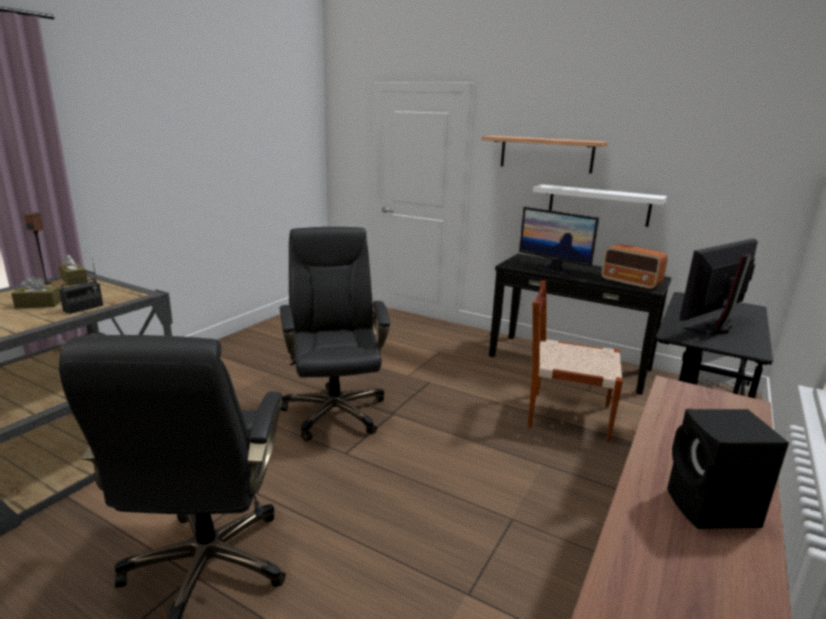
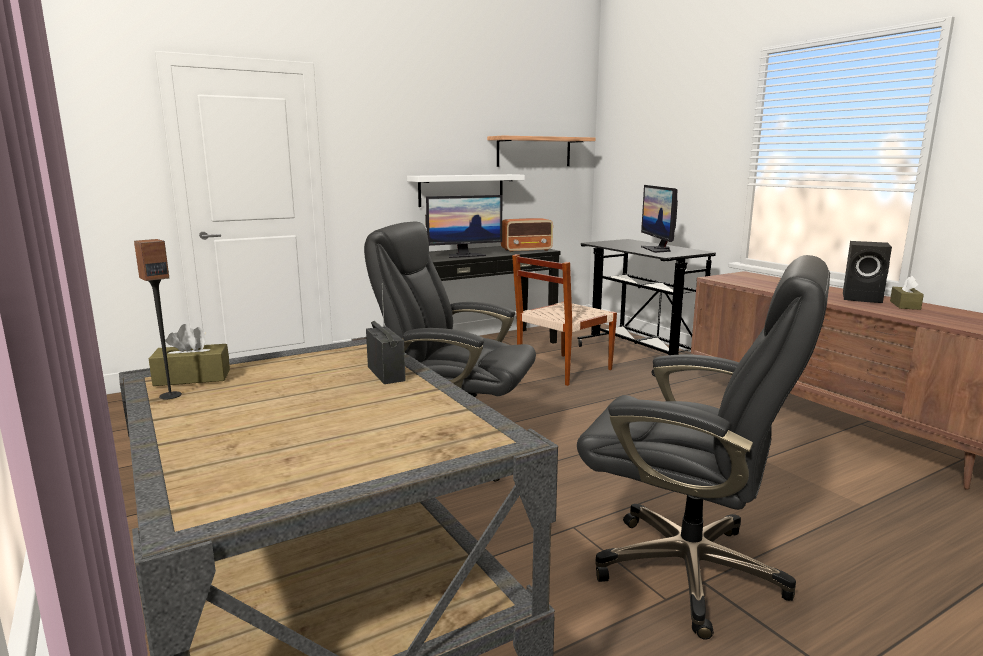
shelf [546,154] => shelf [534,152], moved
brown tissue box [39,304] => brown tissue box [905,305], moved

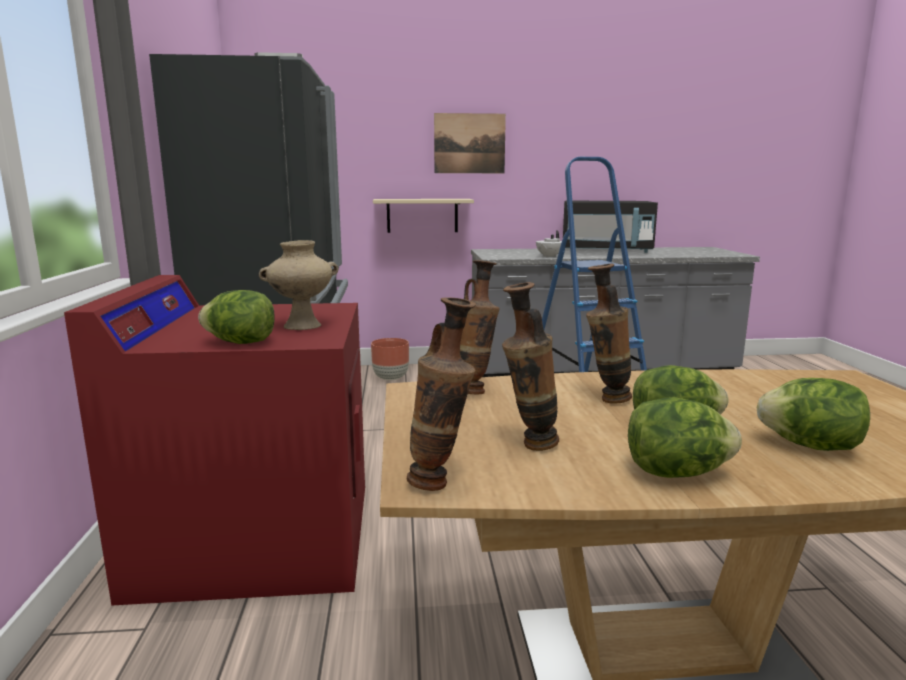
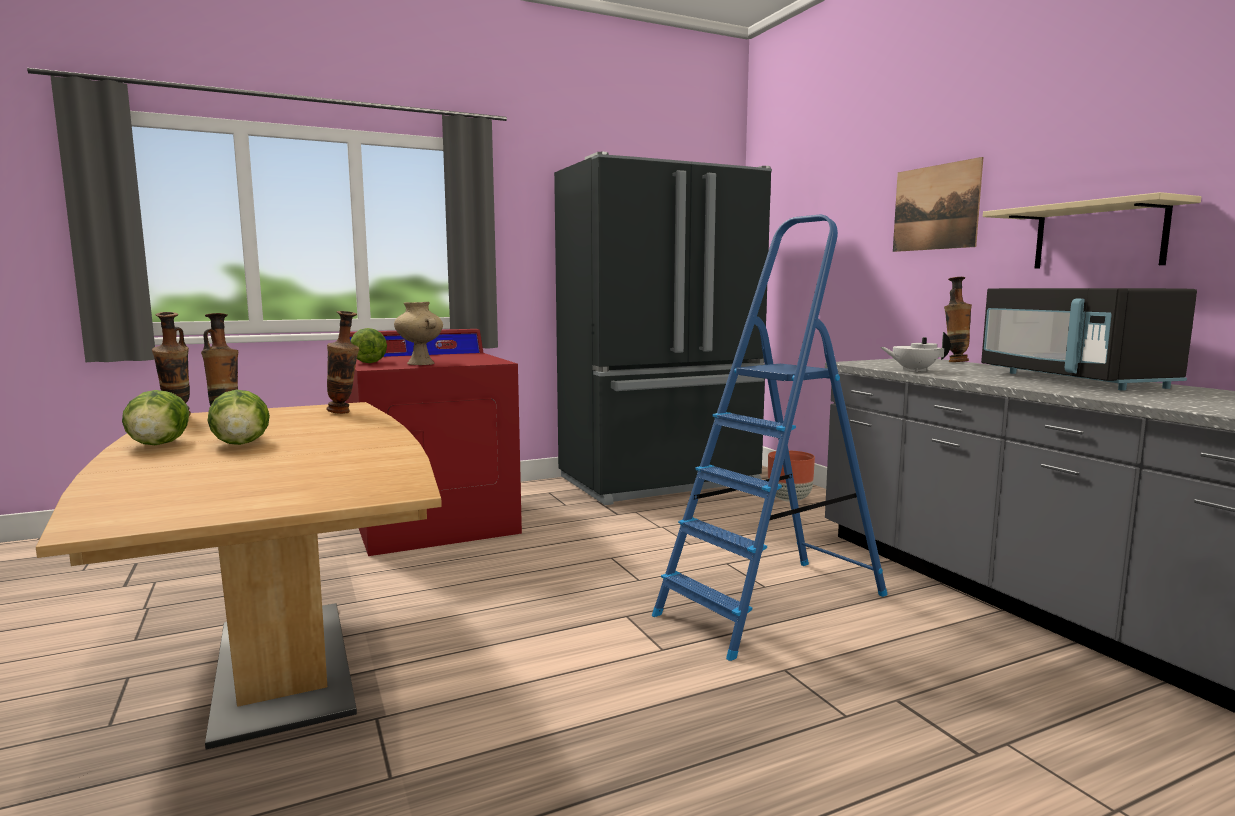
vase [605,399] => vase [954,362], moved
beige shelf [422,215] => beige shelf [1098,236], moved
lettuce [810,446] => nothing

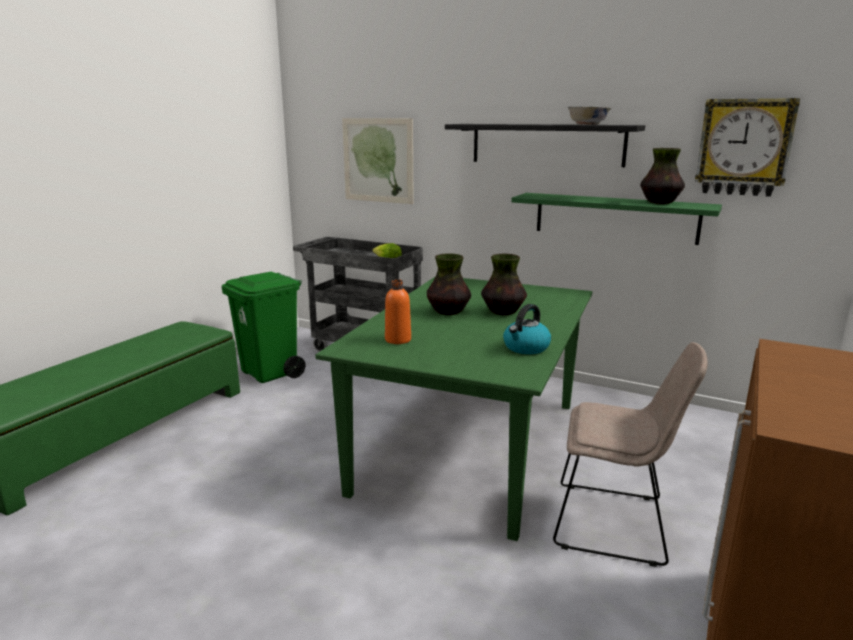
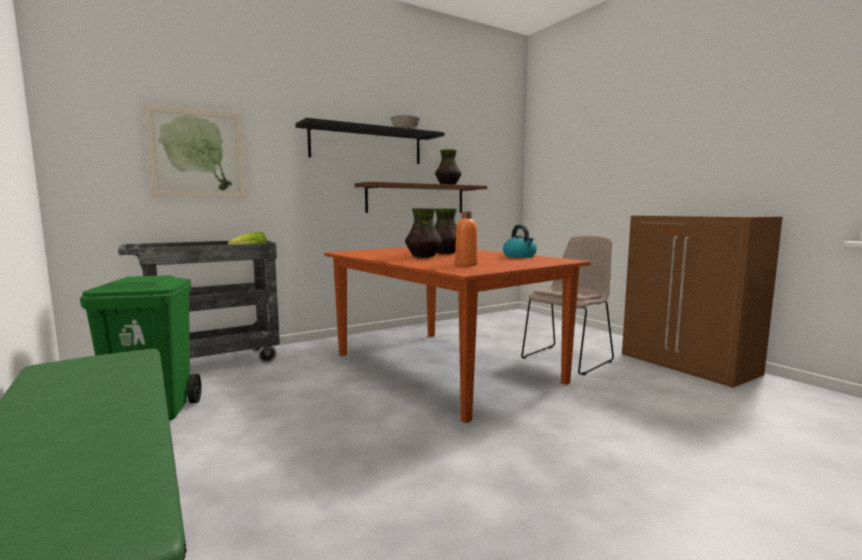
green dining table [471,446] => brown dining table [445,368]
green shelf [615,217] => brown shelf [416,199]
wall clock [744,147] => nothing

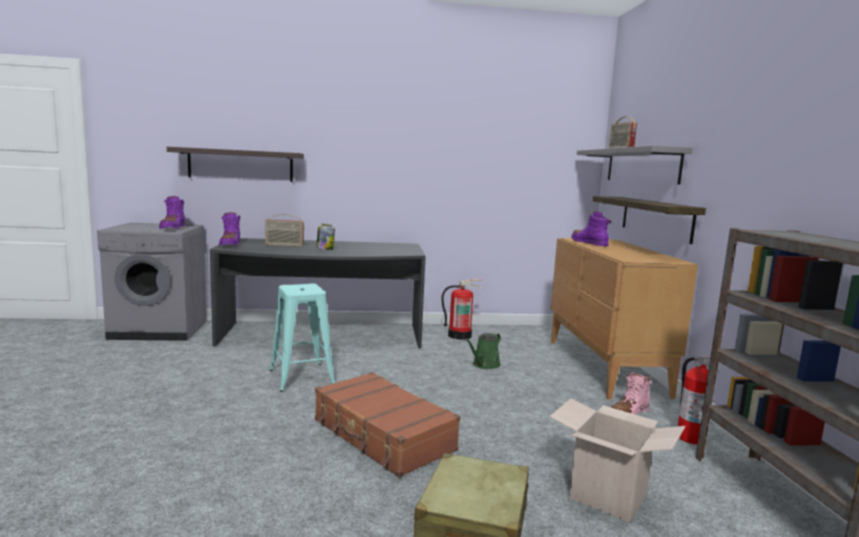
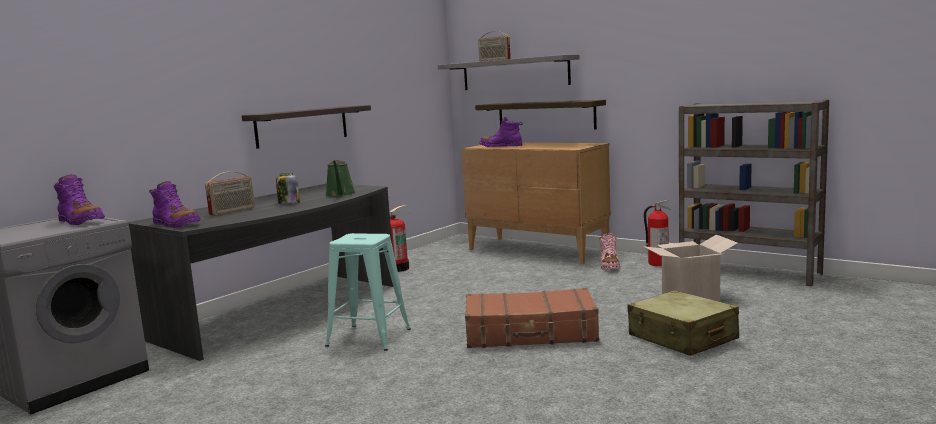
shelf [241,165] => shelf [302,126], moved
green watering can [484,365] => green watering can [340,195], moved

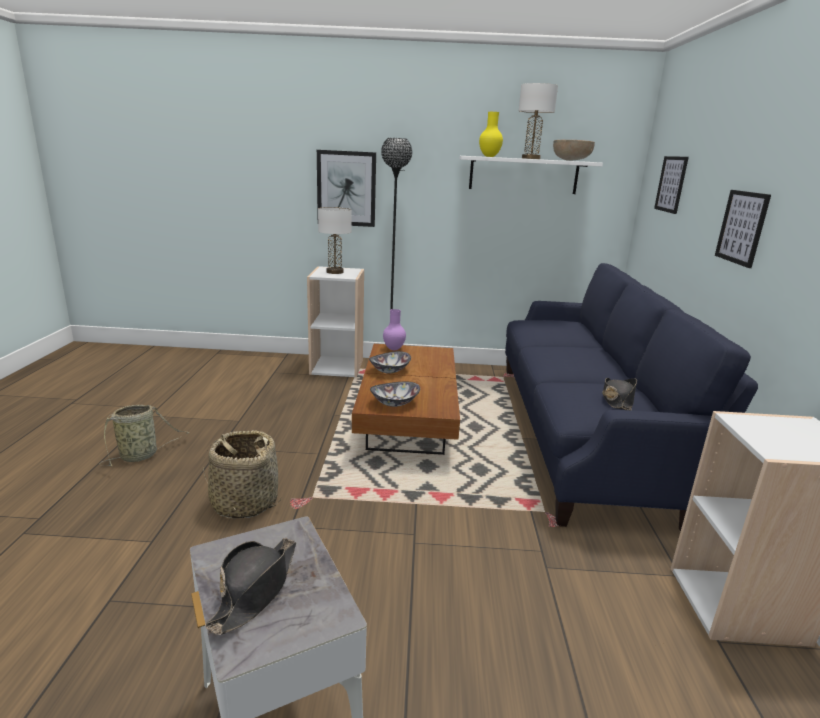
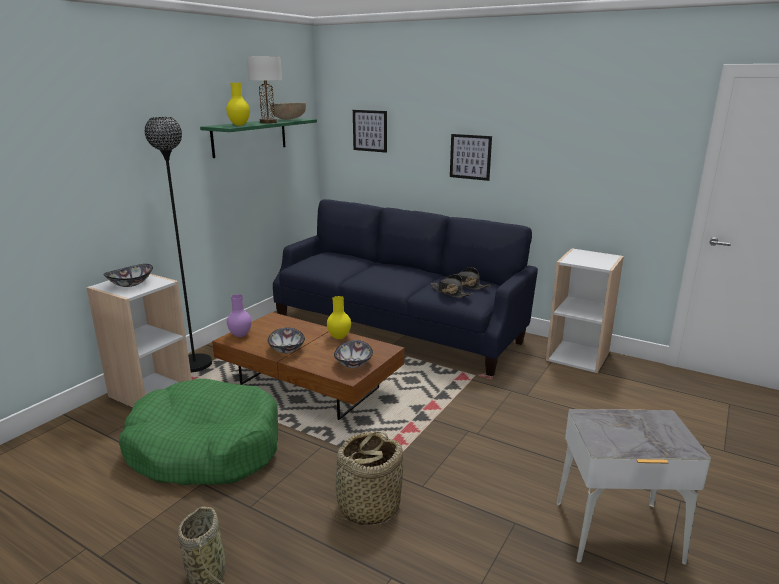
table lamp [335,272] => bowl [130,284]
nothing => green dog bed [205,448]
white shelf [523,175] => green shelf [250,137]
nothing => yellow vase [339,337]
black hat [256,589] => black hat [450,292], moved
picture [346,188] => nothing

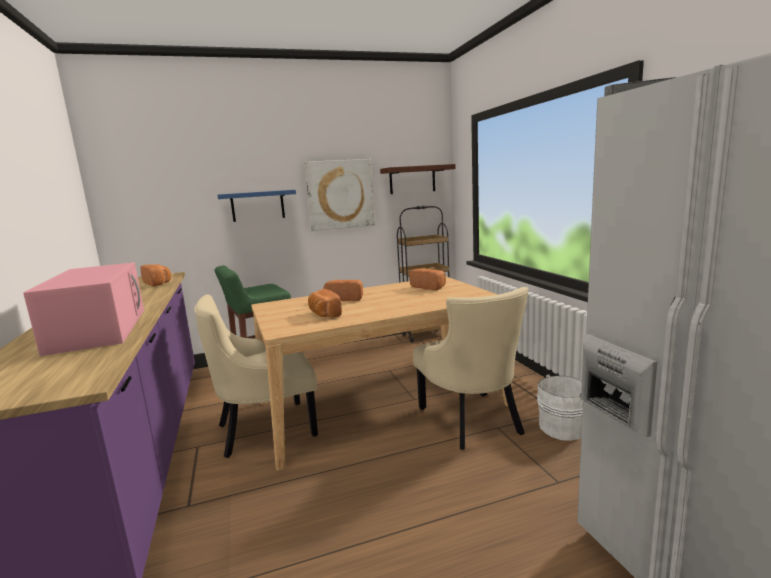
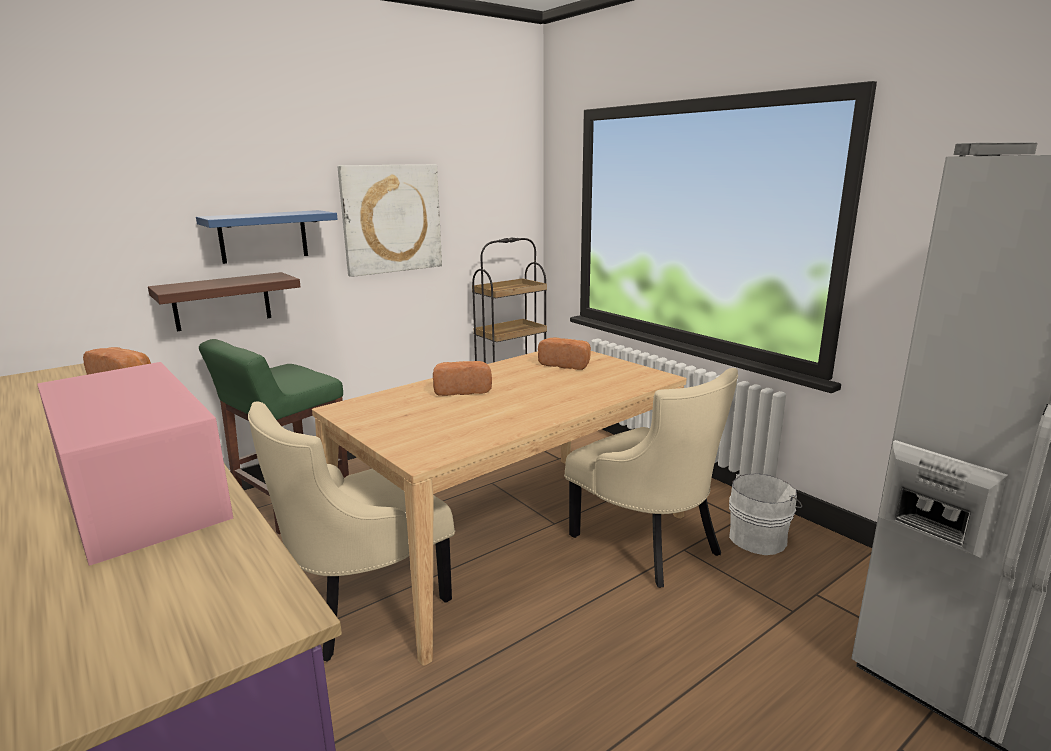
shelf [412,180] => shelf [222,301], moved
bread [323,314] => nothing

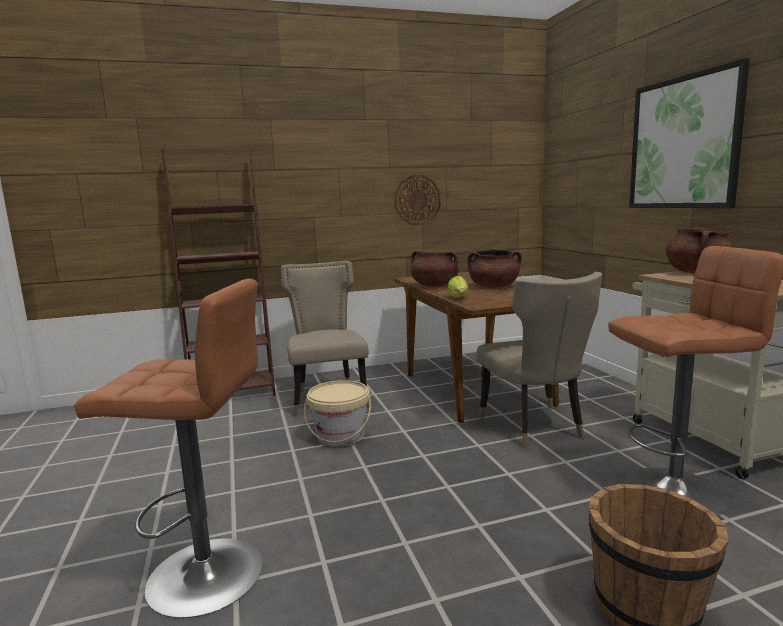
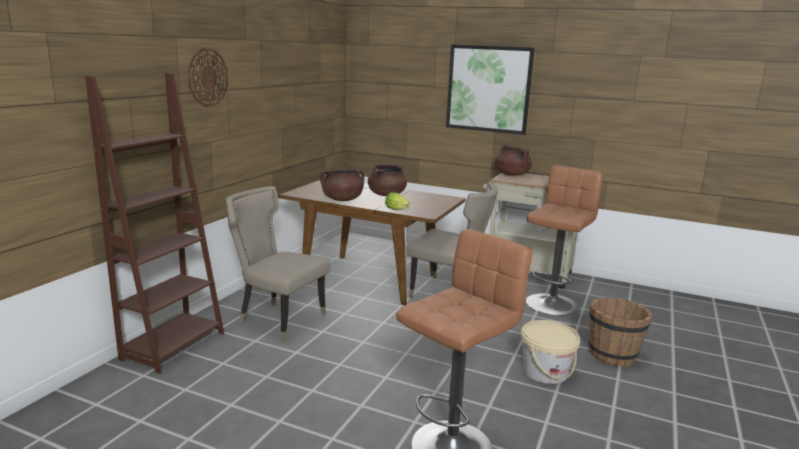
wall clock [417,200] => wall clock [207,77], moved
beige bucket [340,436] => beige bucket [545,372], moved

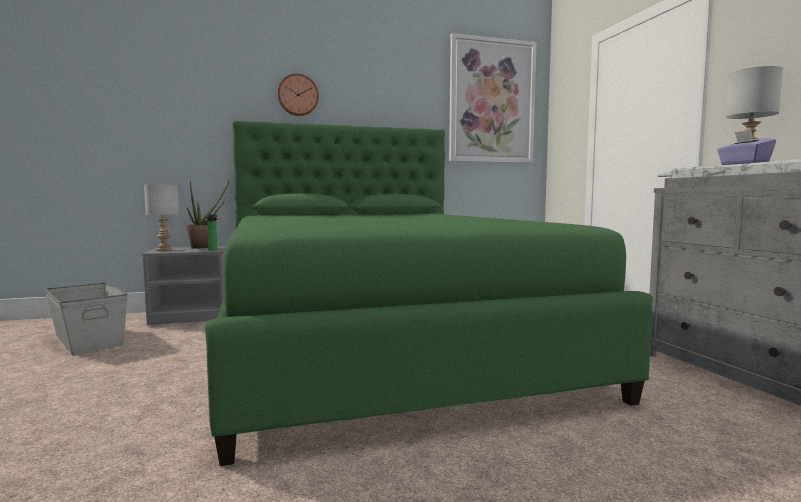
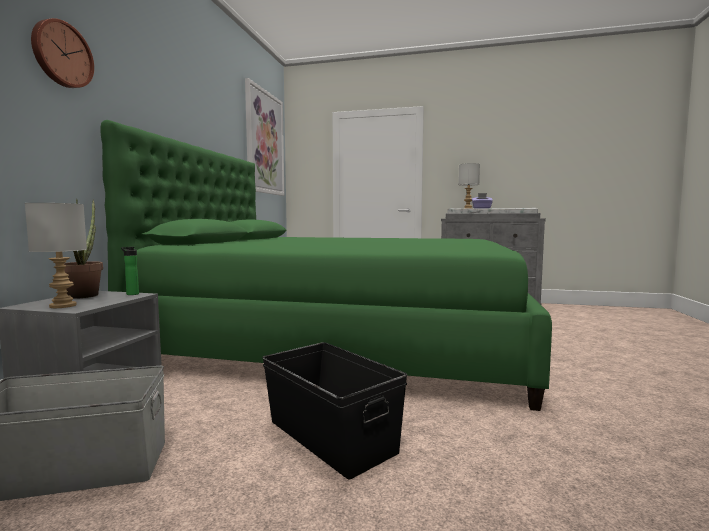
wall clock [298,95] => wall clock [61,54], moved
nothing => black storage box [331,435]

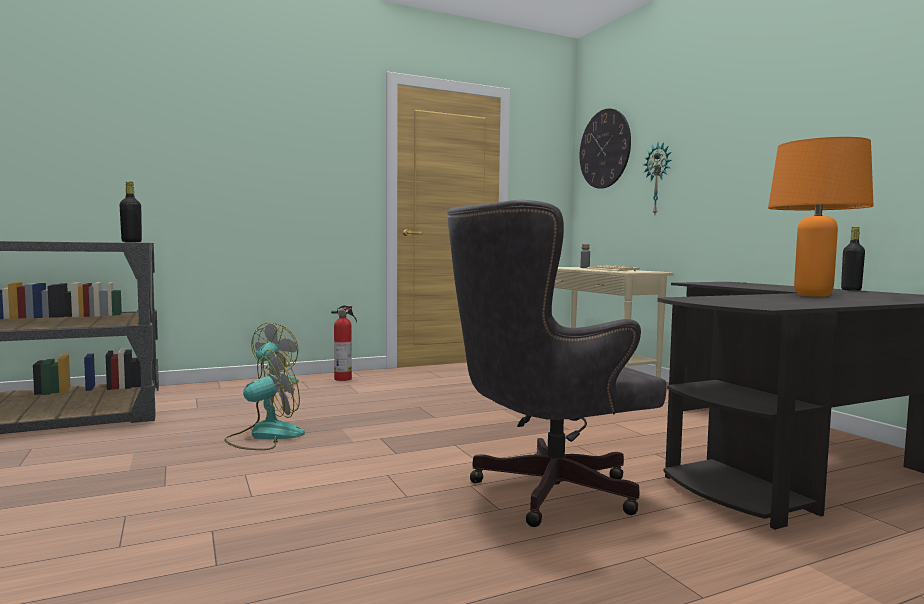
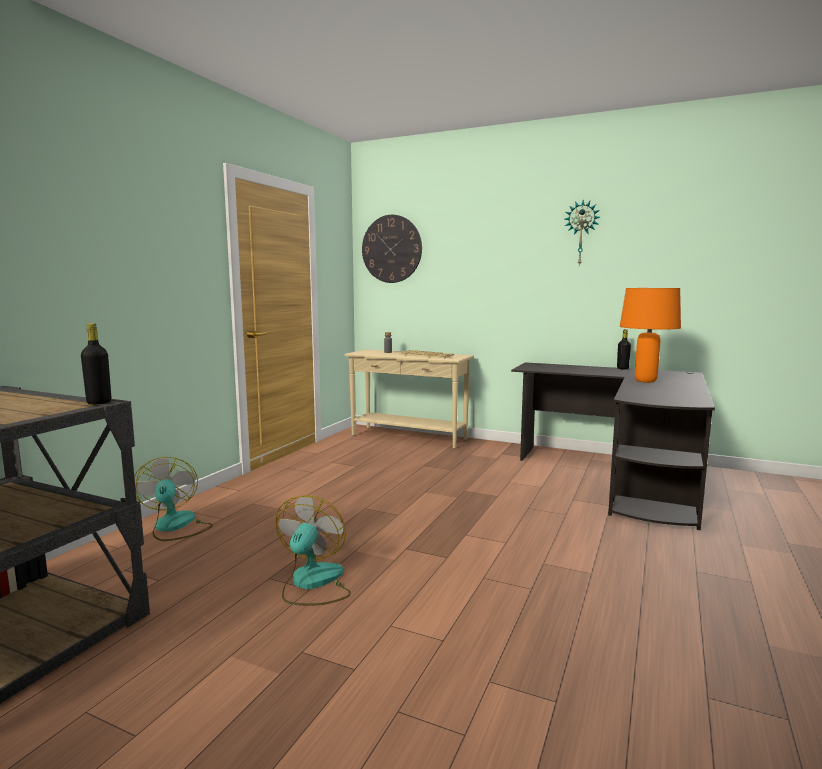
wall clock [658,179] => wall clock [581,233], moved
fire extinguisher [344,378] => nothing
grey office chair [545,493] => nothing

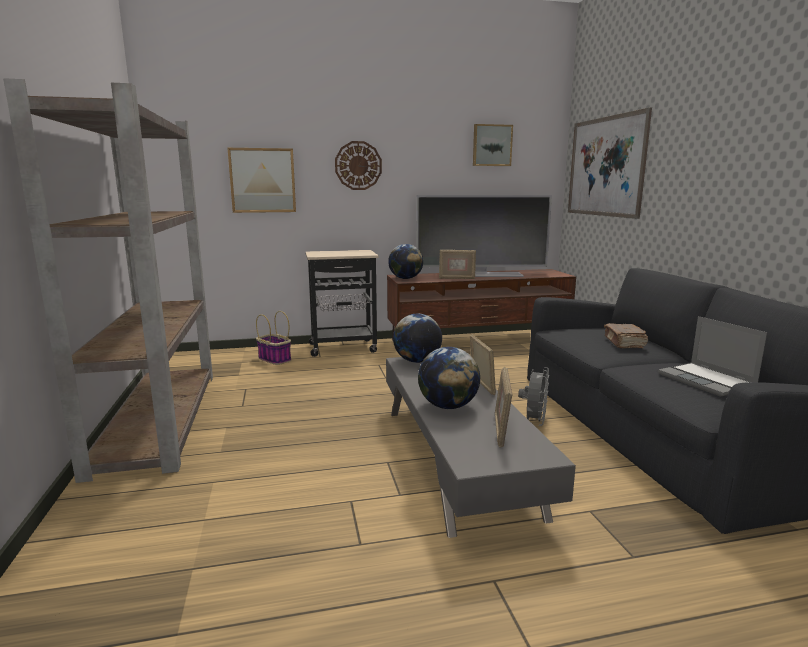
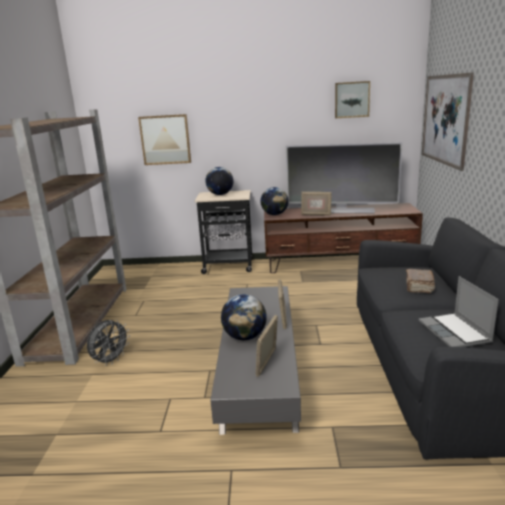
grey fan [534,421] => grey fan [111,360], moved
globe [417,361] => globe [220,194], moved
basket [274,359] => nothing
wall clock [358,165] => nothing

